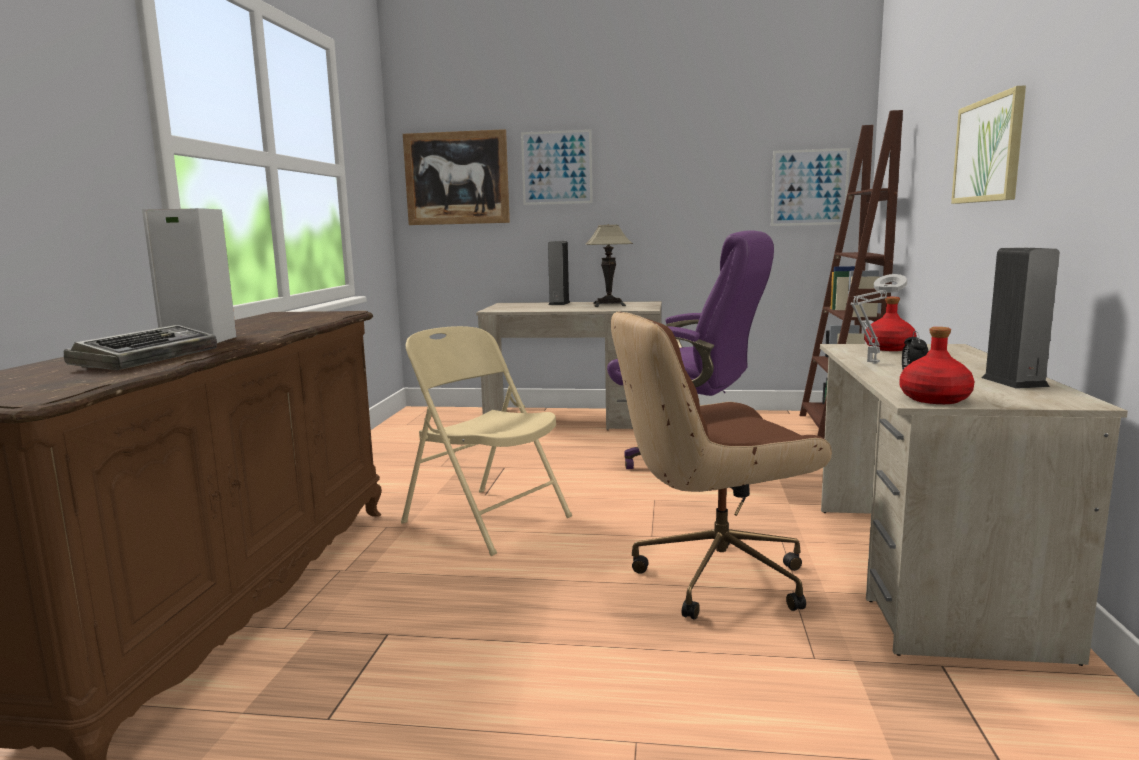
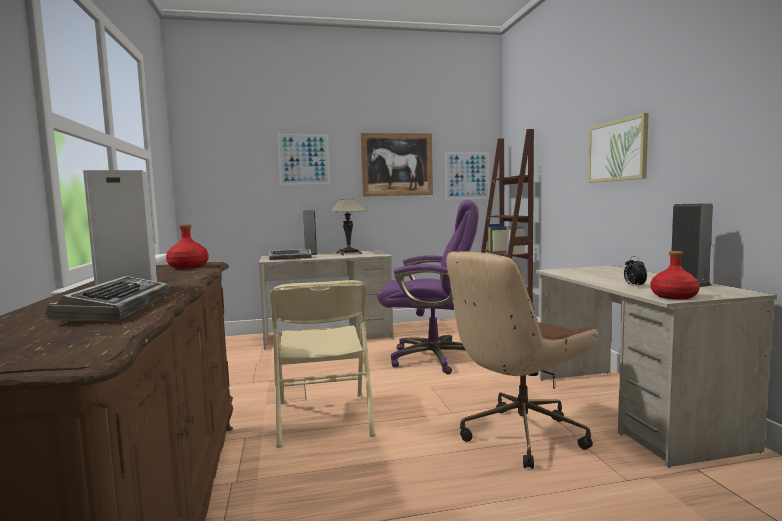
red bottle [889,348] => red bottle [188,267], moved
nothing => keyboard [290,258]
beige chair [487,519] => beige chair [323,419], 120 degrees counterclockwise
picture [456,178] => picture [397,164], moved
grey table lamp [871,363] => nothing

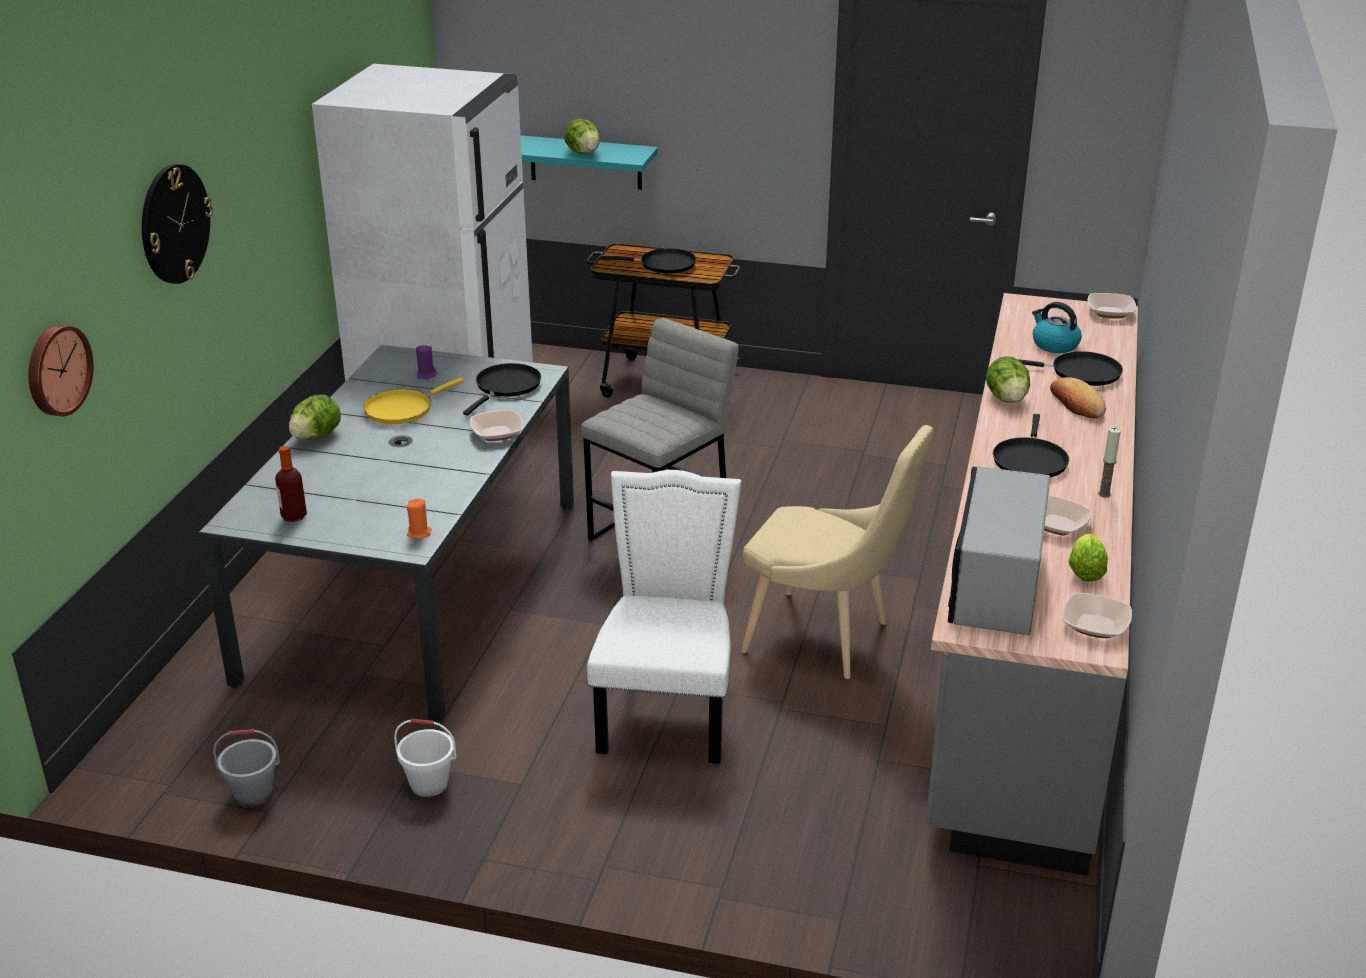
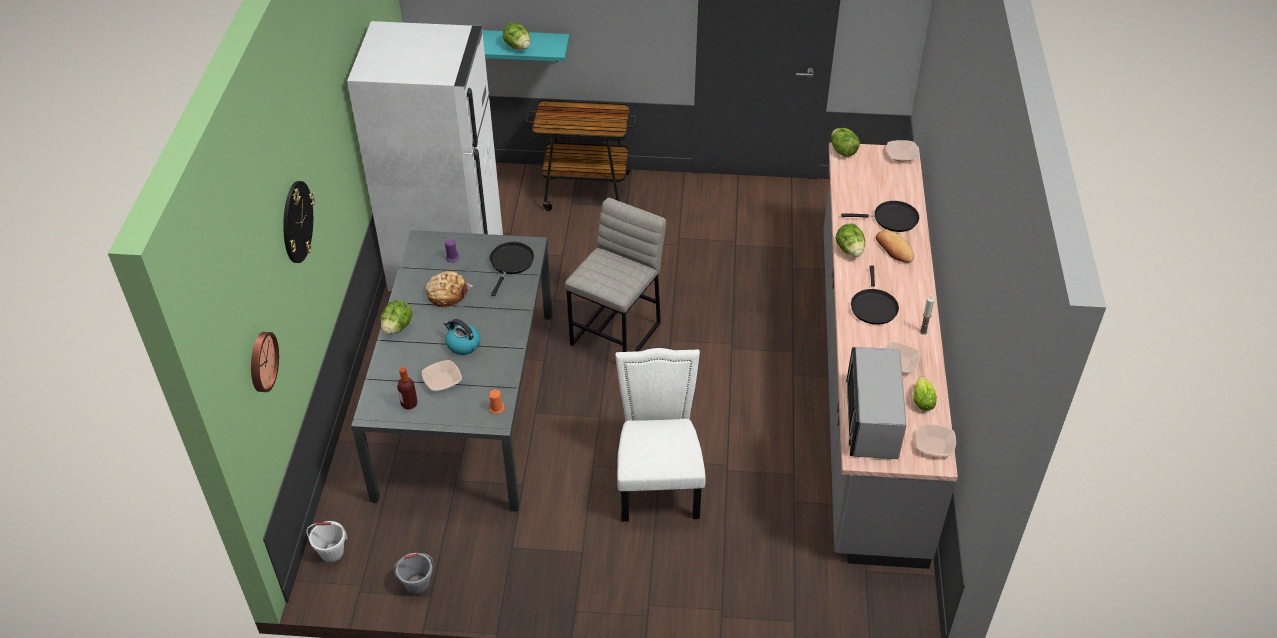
white bucket [429,784] => white bucket [332,552], moved
bowl [497,433] => bowl [442,381], moved
yellow frying pan [402,409] => bread [447,294]
kettle [1054,345] => kettle [462,344], moved
nothing => lettuce [843,151]
black frying pan [663,265] => nothing
beige chair [826,639] => nothing

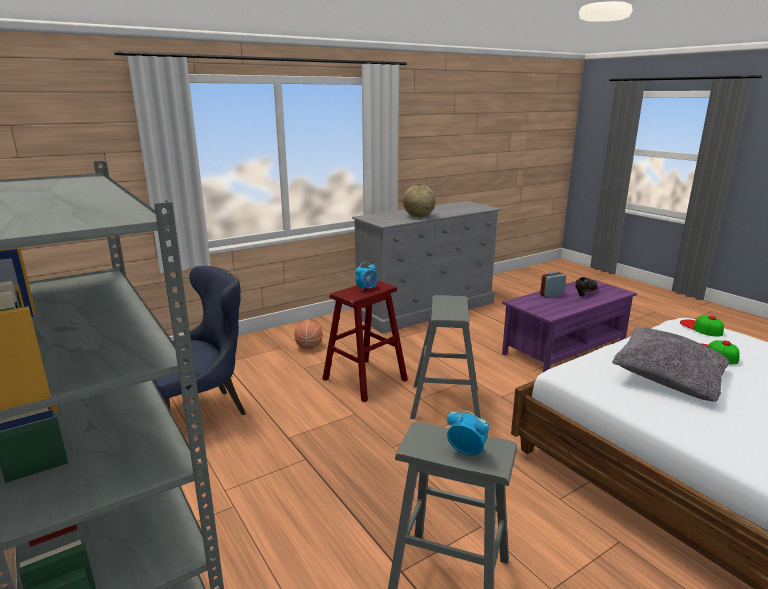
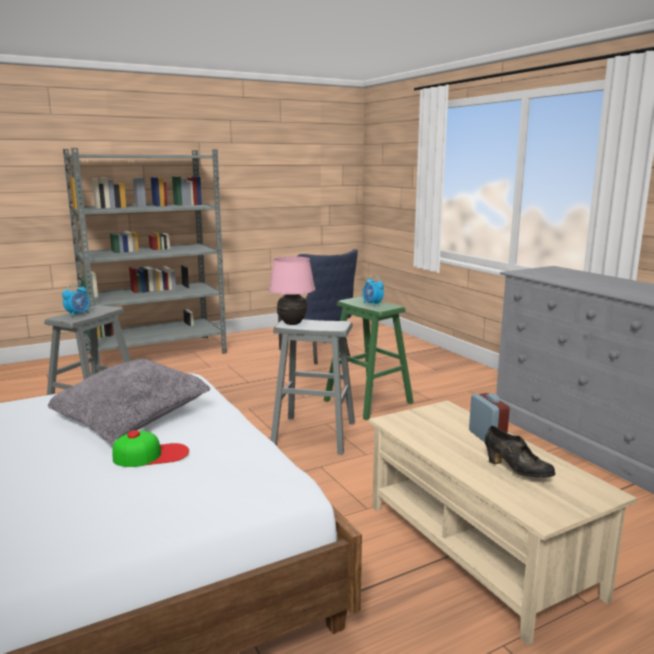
nothing => pink table lamp [292,324]
red stool [365,379] => green stool [368,401]
purple coffee table [564,349] => beige coffee table [476,549]
basketball [309,347] => nothing
globe [418,217] => nothing
cap [701,328] => nothing

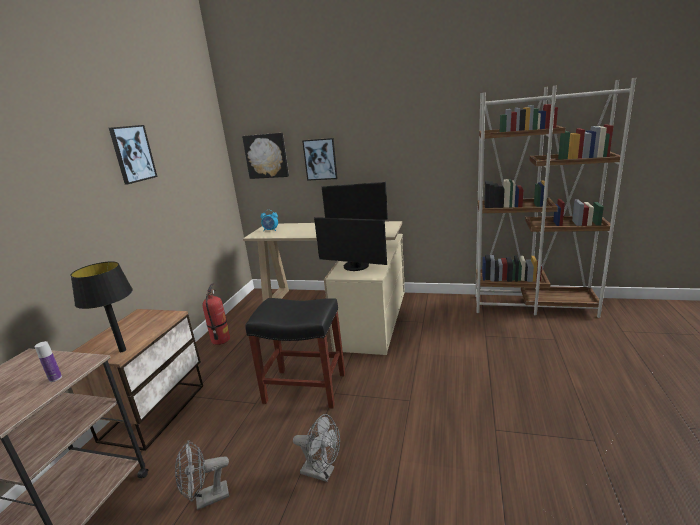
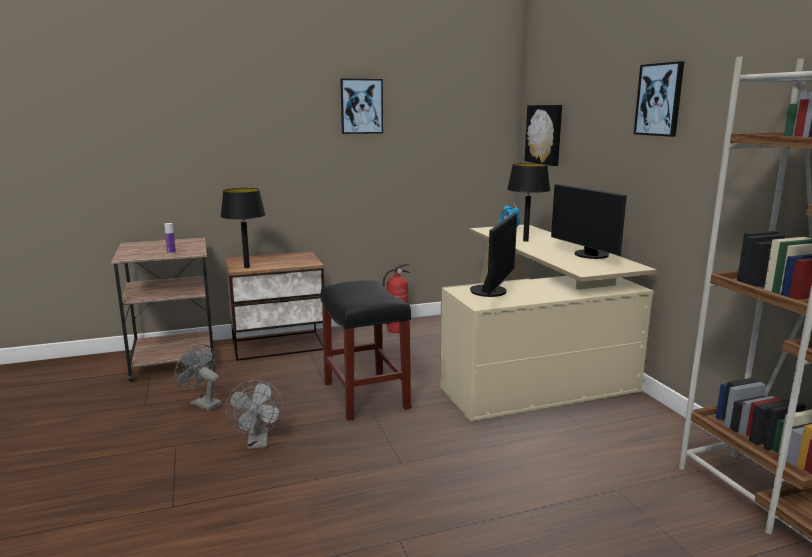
monitor [355,267] => monitor [492,292], 150 degrees counterclockwise
nothing => black table lamp [525,241]
picture [320,159] => picture [659,99], moved

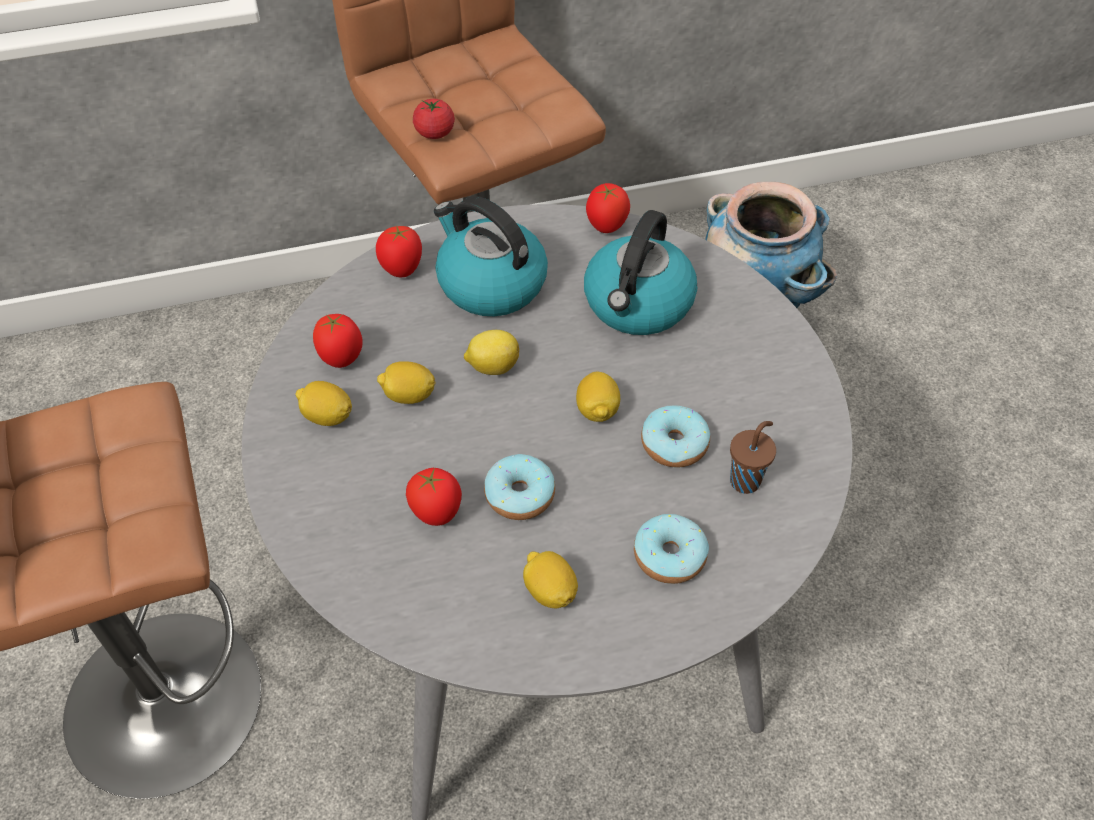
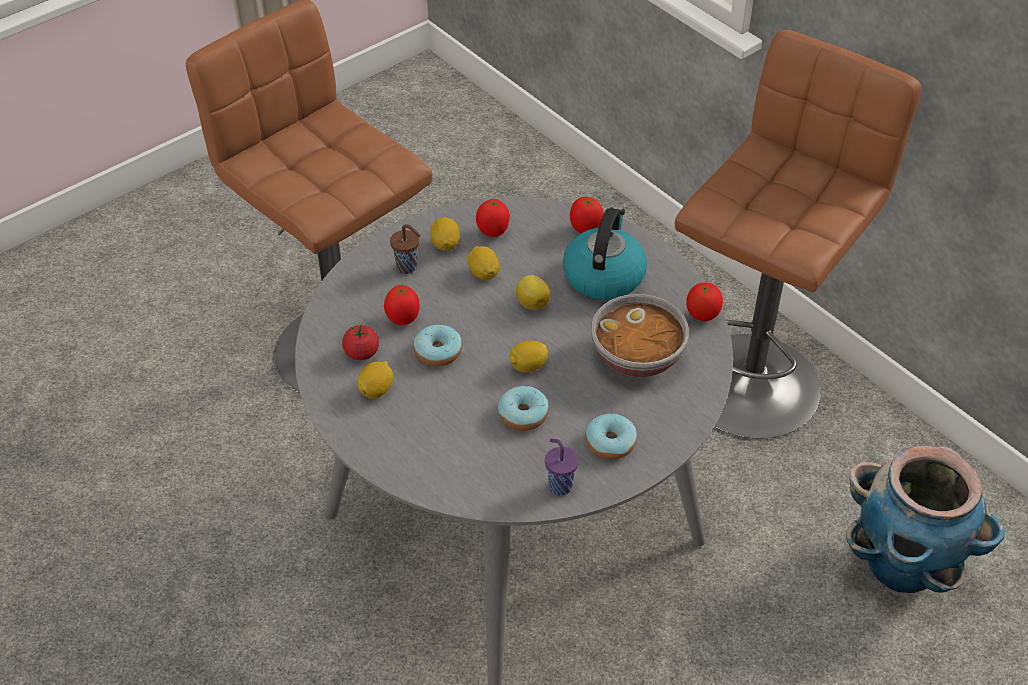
tomato [435,133] => tomato [362,353], moved
brown cup [746,480] => brown cup [408,267], moved
nothing => purple cup [559,485]
donut [669,556] => donut [610,443], moved
kettle [638,304] => bowl [637,357]

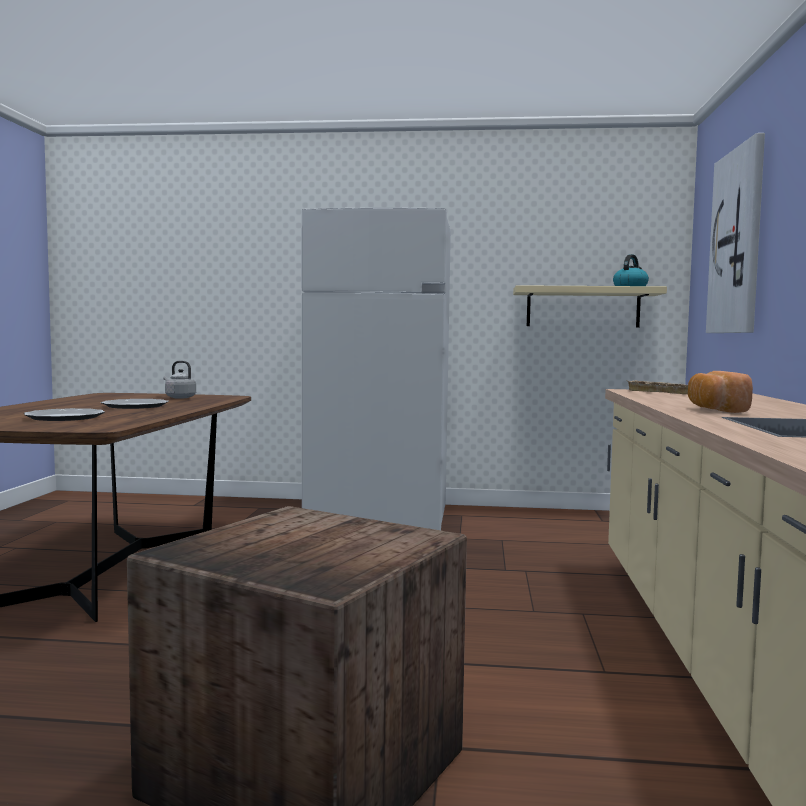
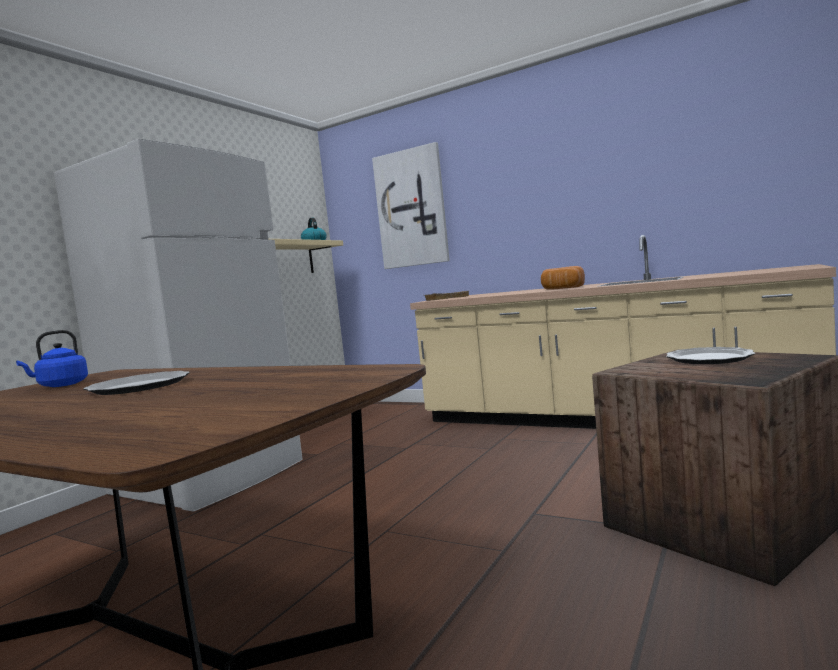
grey kettle [179,397] => blue kettle [60,385]
plate [65,417] => plate [708,359], moved

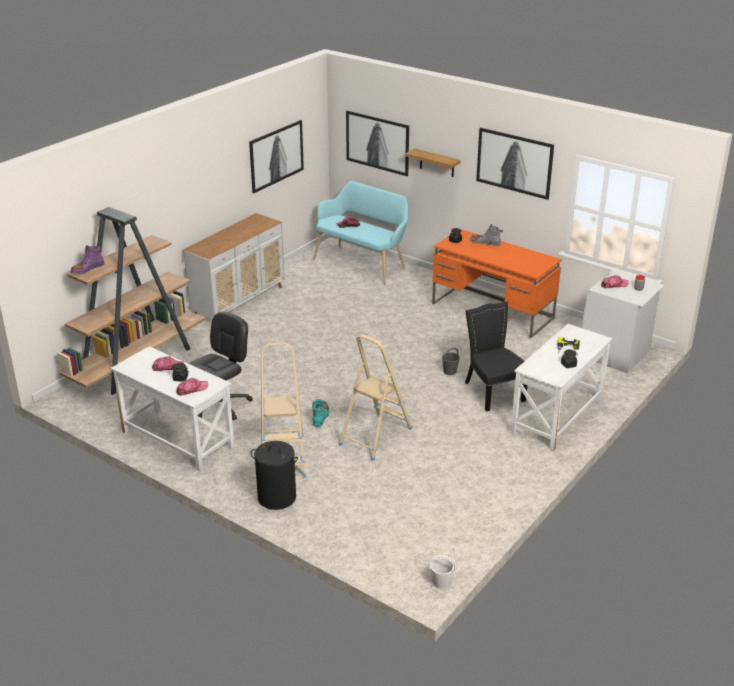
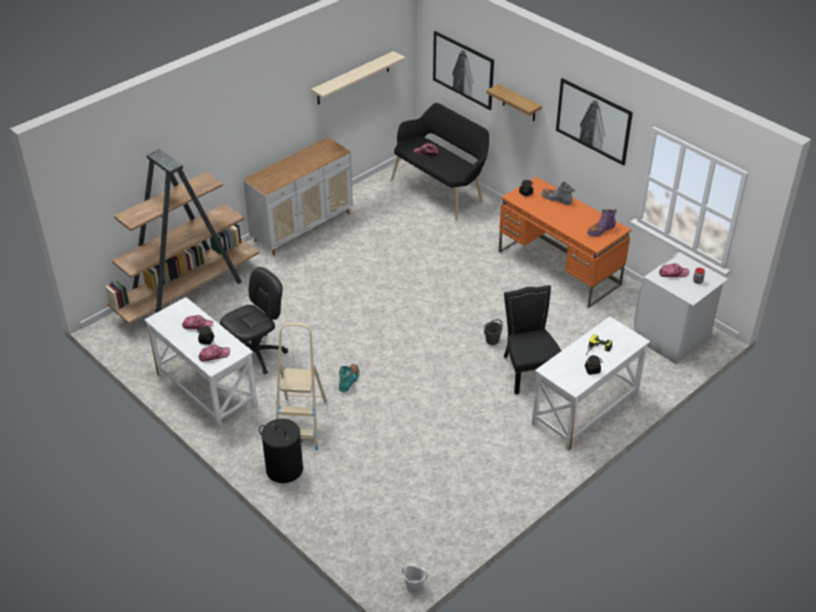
picture [276,155] => beige shelf [353,78]
turquoise bench [362,263] => black bench [440,190]
purple boot [88,269] => purple boot [600,230], moved
beige step ladder [376,436] => nothing

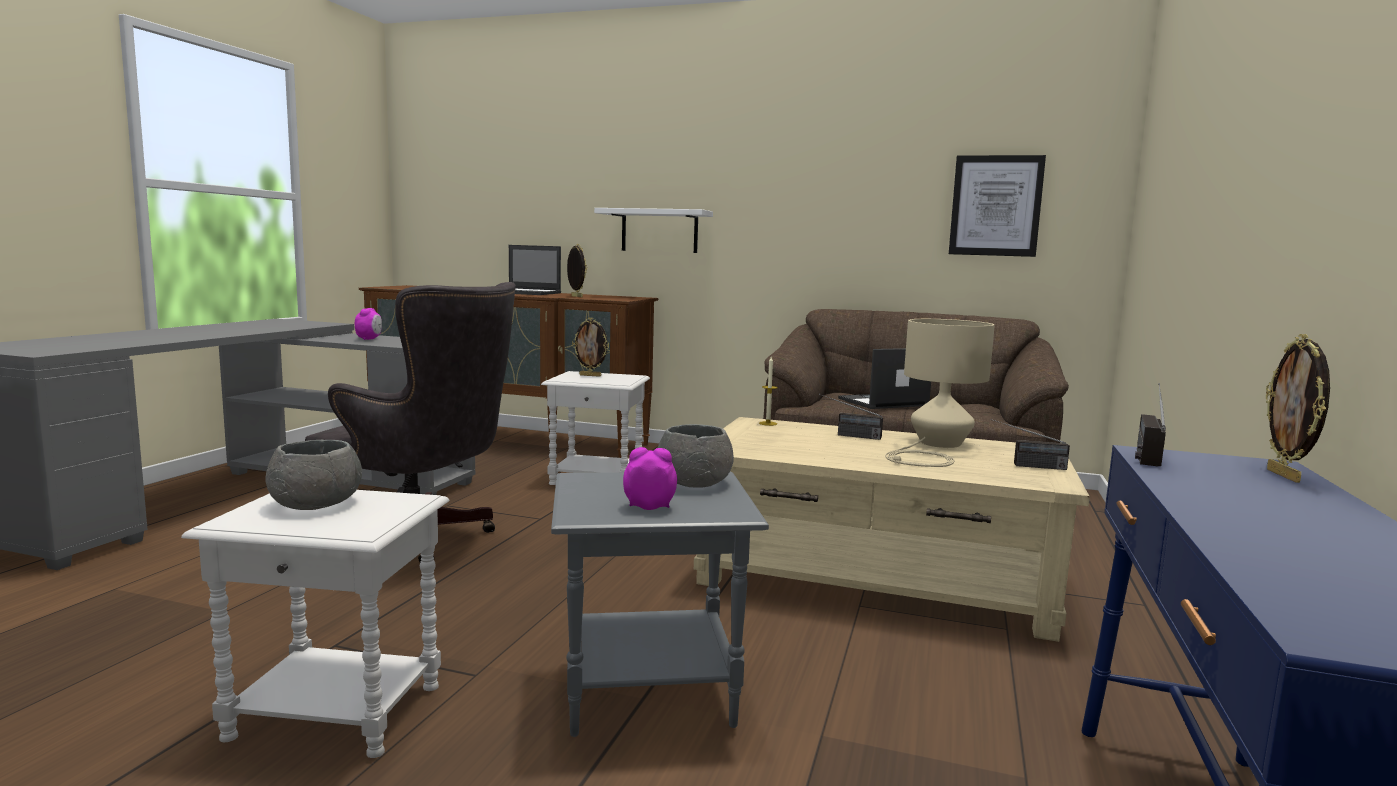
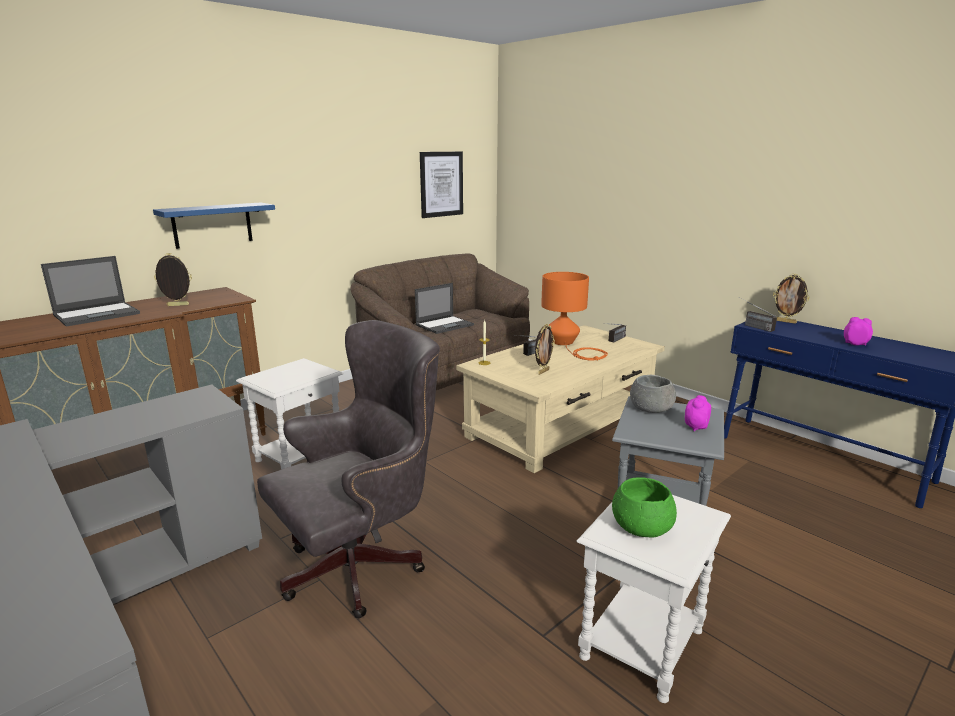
white shelf [659,231] => blue shelf [212,225]
laptop [882,402] => laptop [445,325], 135 degrees counterclockwise
picture frame [590,375] => picture frame [543,372], moved
beige table lamp [932,449] => orange table lamp [572,346]
grey bowl [315,504] => green bowl [641,527]
alarm clock [369,339] => alarm clock [855,344], moved

